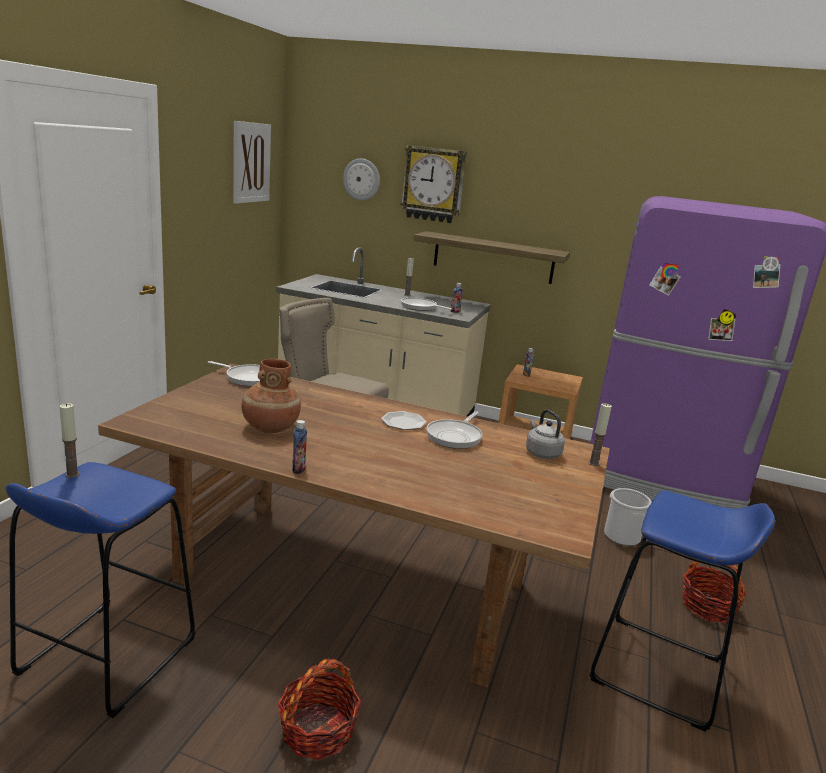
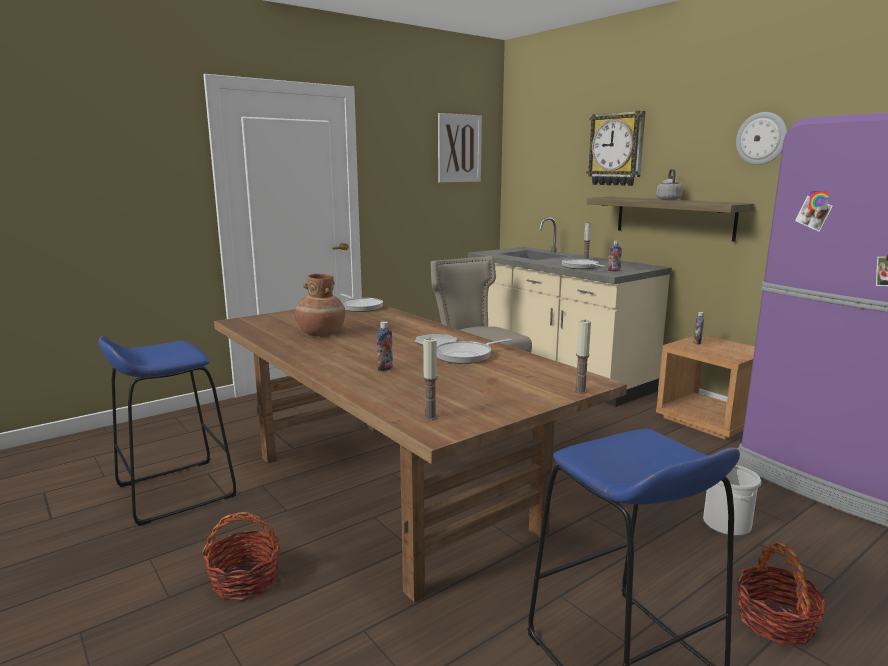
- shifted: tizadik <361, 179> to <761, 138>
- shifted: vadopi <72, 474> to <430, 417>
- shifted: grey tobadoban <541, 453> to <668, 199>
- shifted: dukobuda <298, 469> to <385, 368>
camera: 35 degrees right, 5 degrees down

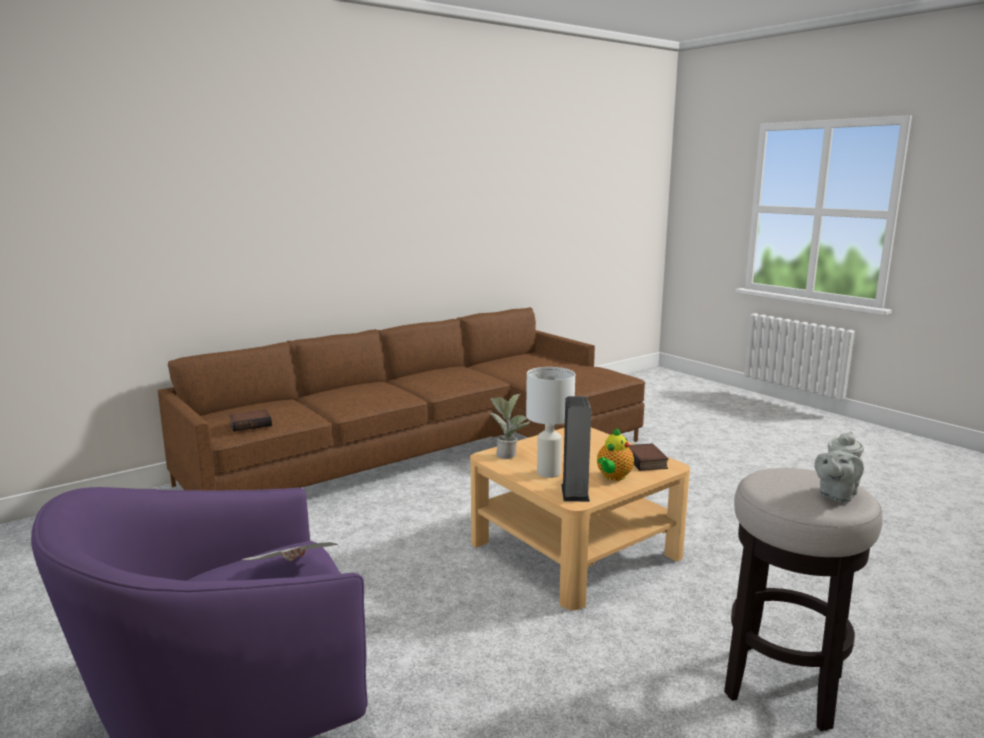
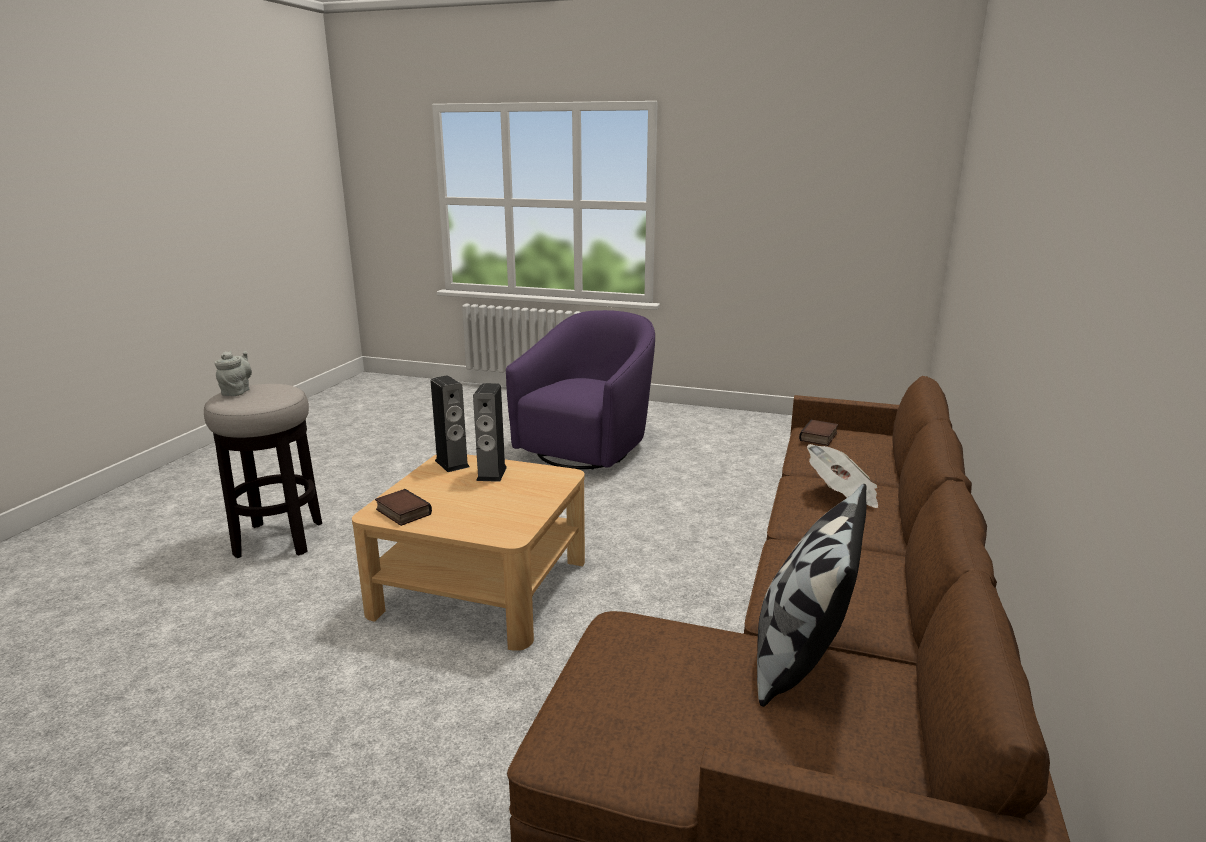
- swapped: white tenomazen <547, 473> to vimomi <491, 473>
- gone: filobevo <509, 454>
- gone: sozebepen <613, 477>
- shifted: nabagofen <292, 574> to <842, 494>
- new: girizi <800, 657>
camera: 145 degrees right, 5 degrees up

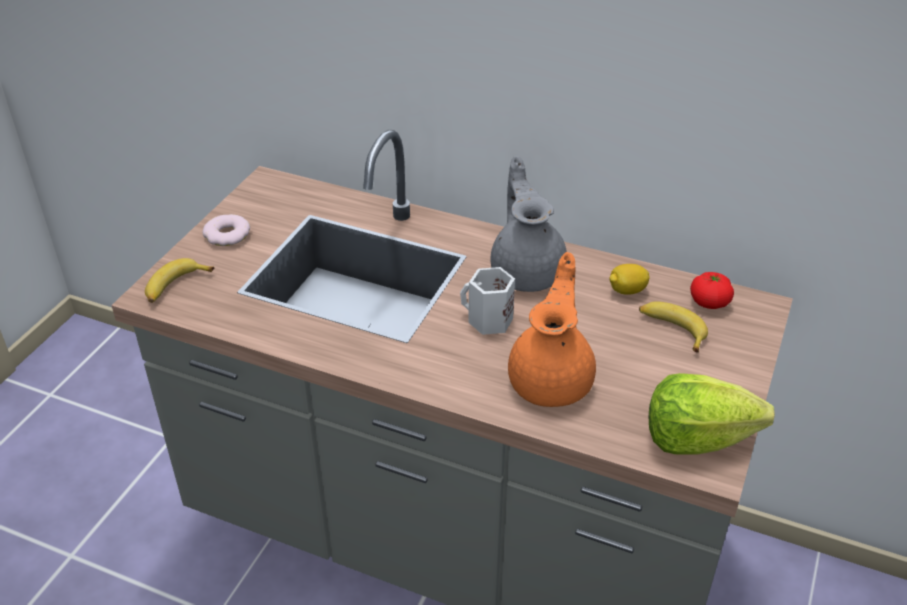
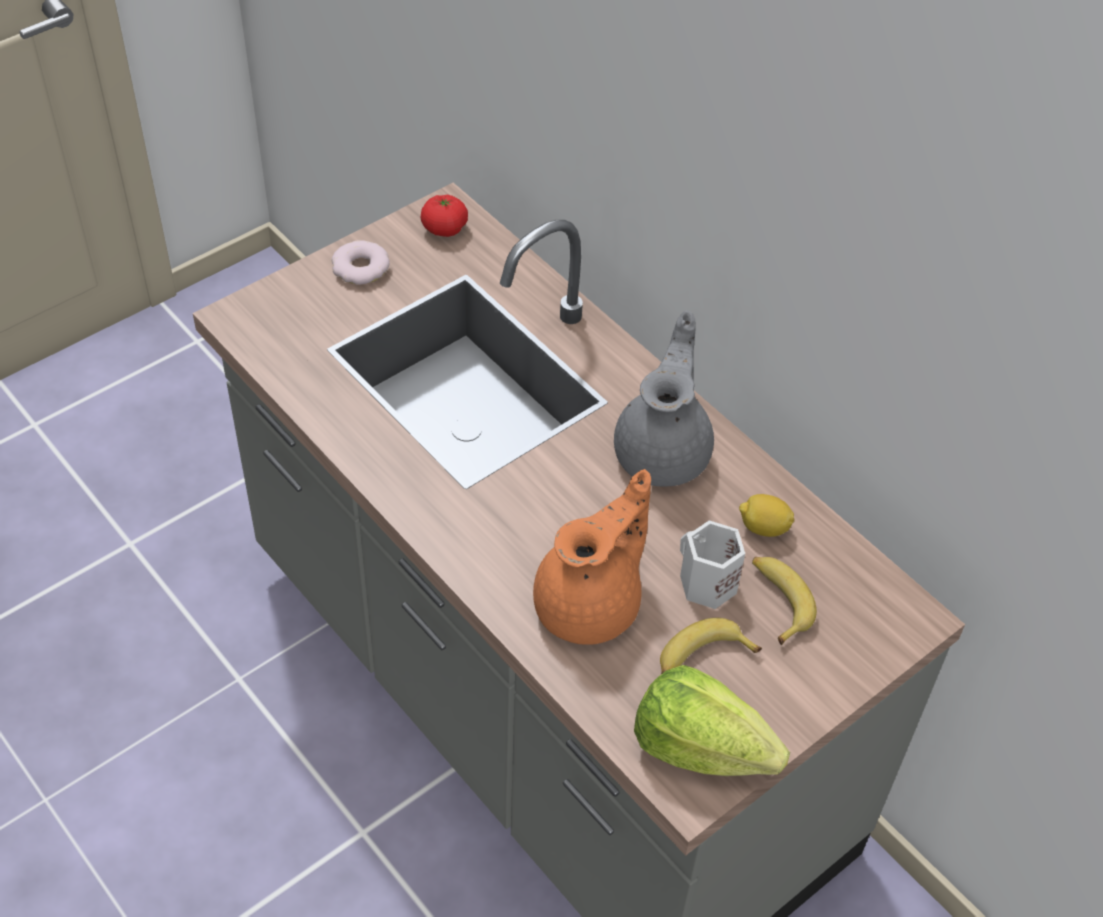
- shifted: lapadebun <175, 287> to <701, 657>
- shifted: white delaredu <488, 321> to <705, 584>
- shifted: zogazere <709, 302> to <444, 228>
camera: 25 degrees right, 10 degrees up

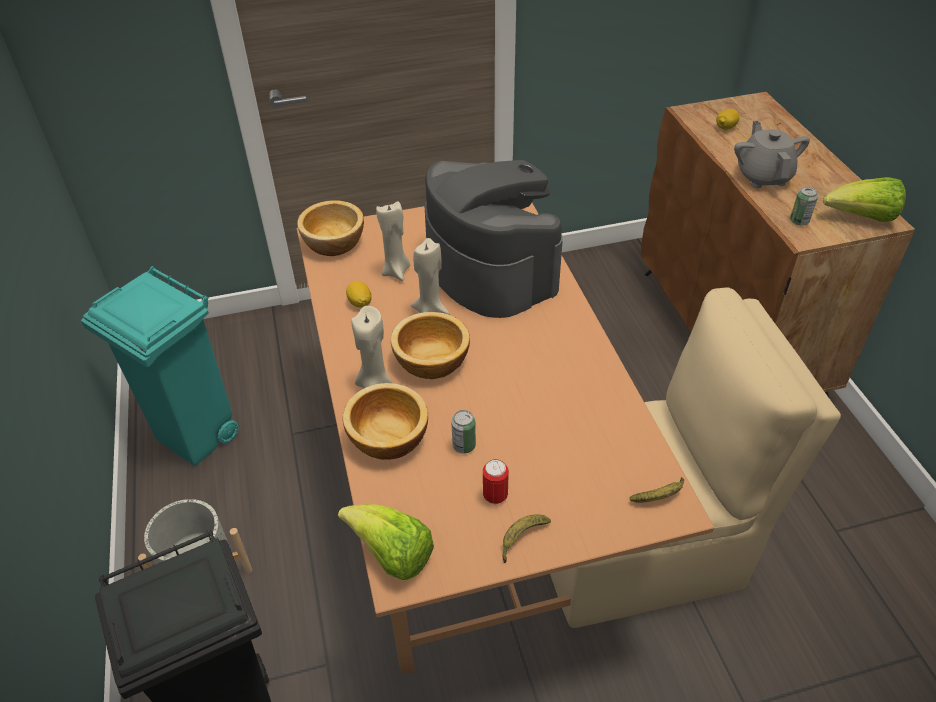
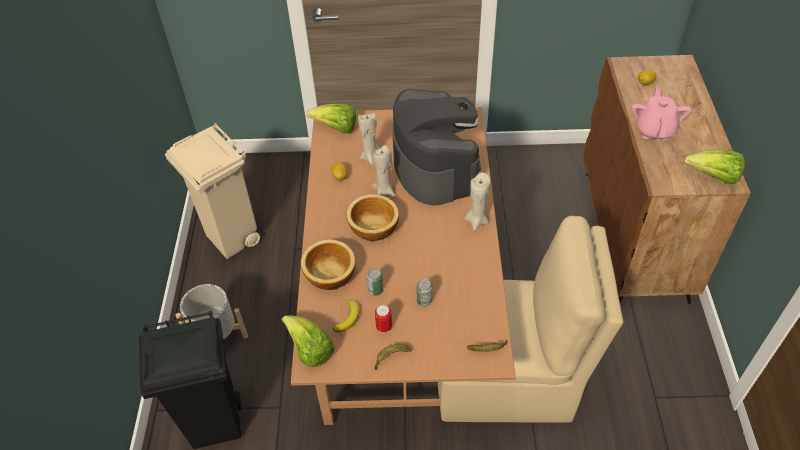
- repainted: grey sozebepen <763, 177> to pink sozebepen <654, 130>
- shifted: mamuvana <799, 221> to <424, 301>
- swapped: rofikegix <335, 243> to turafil <336, 128>
- repainted: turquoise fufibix <197, 437> to beige fufibix <232, 239>
- shifted: beige vadopi <374, 384> to <476, 221>
- new: lapadebun <348, 318>
camera: 15 degrees right, 5 degrees up

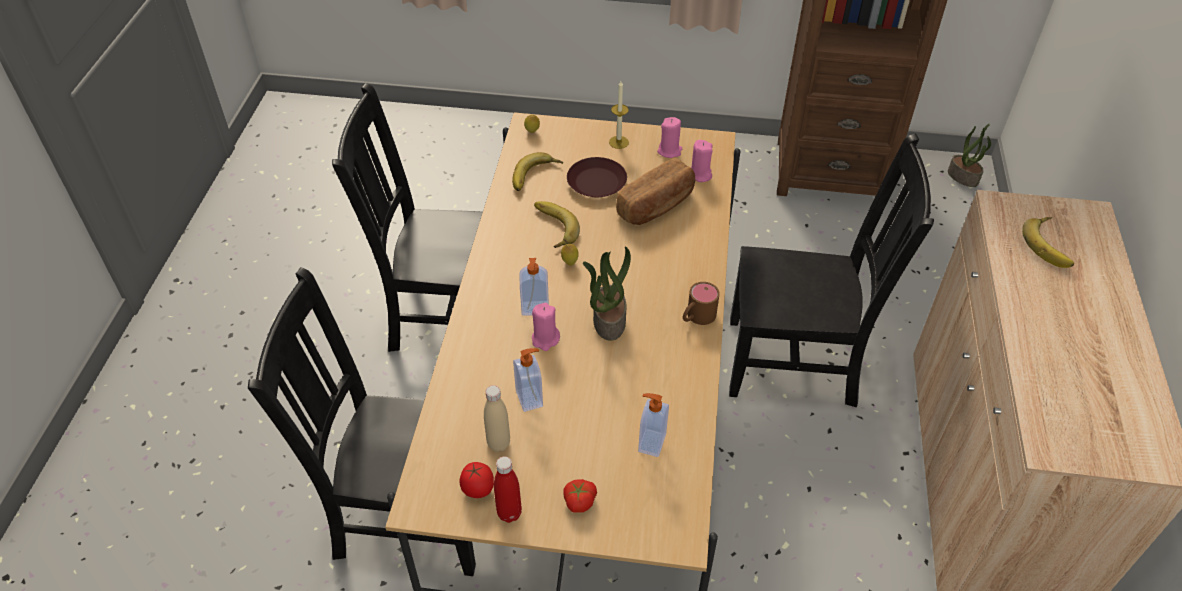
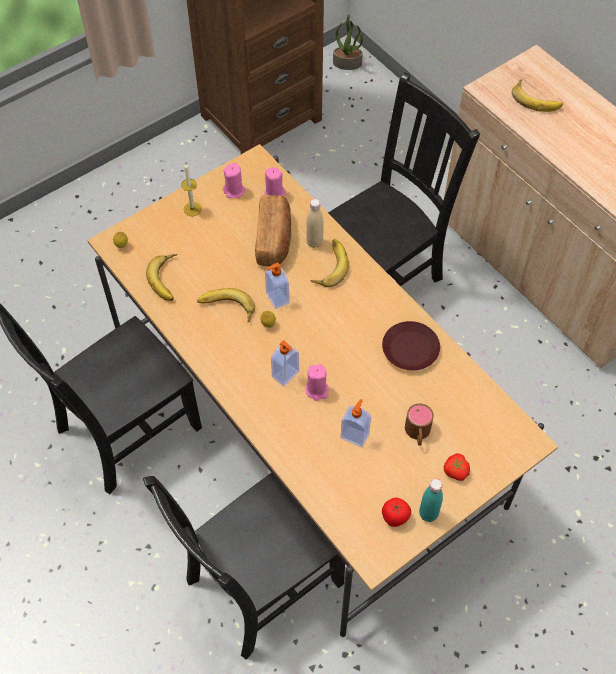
- shifted: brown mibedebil <596, 182> to <410, 349>
- gone: filobevo <608, 320>
- shifted: brown delaredu <696, 317> to <417, 433>
- shifted: beige dukobuda <498, 443> to <314, 242>
- shifted: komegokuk <651, 442> to <276, 299>
- repainted: red dukobuda <509, 513> to turquoise dukobuda <428, 514>
- new: lapadebun <328, 265>
camera: 45 degrees left, 10 degrees up

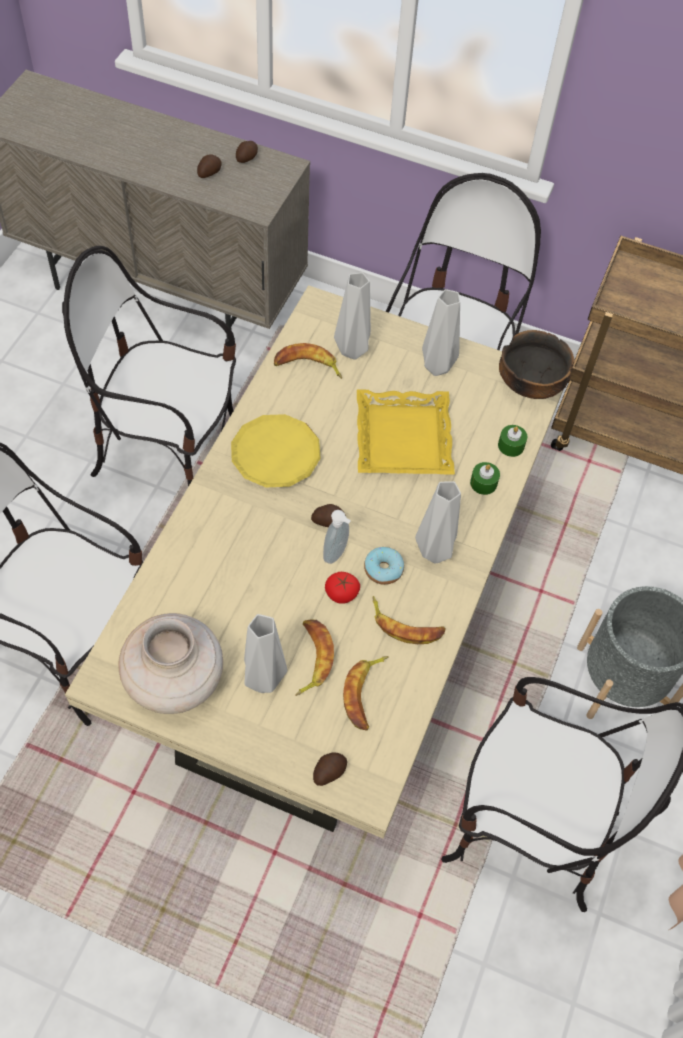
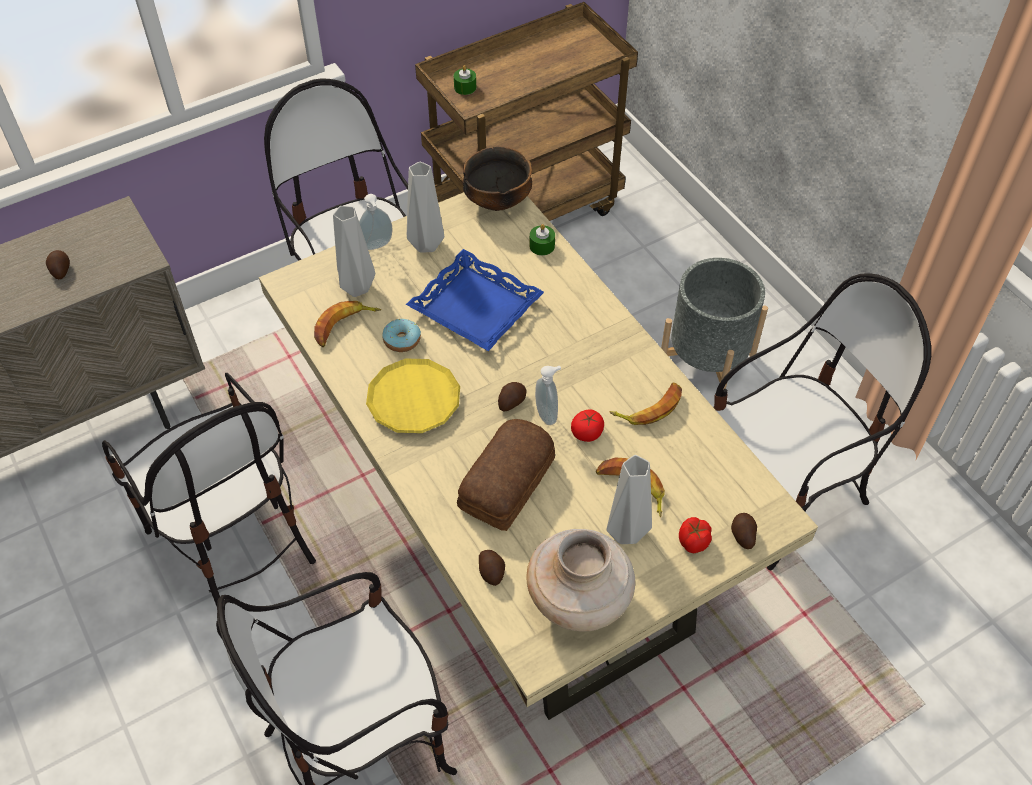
- shifted: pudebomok <247, 158> to <491, 571>
- rotated: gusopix <169, 454> = <232, 541> 90 degrees counterclockwise
- repainted: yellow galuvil <404, 439> to blue galuvil <476, 306>
- shifted: green vadopi <483, 483> to <465, 87>
- gone: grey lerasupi <435, 553>
- shifted: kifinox <383, 569> to <402, 340>
- gone: lapadebun <365, 694>
- new: komegokuk <377, 246>
- new: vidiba <509, 483>
- new: zogazere <693, 542>
camera: 50 degrees left, 5 degrees down

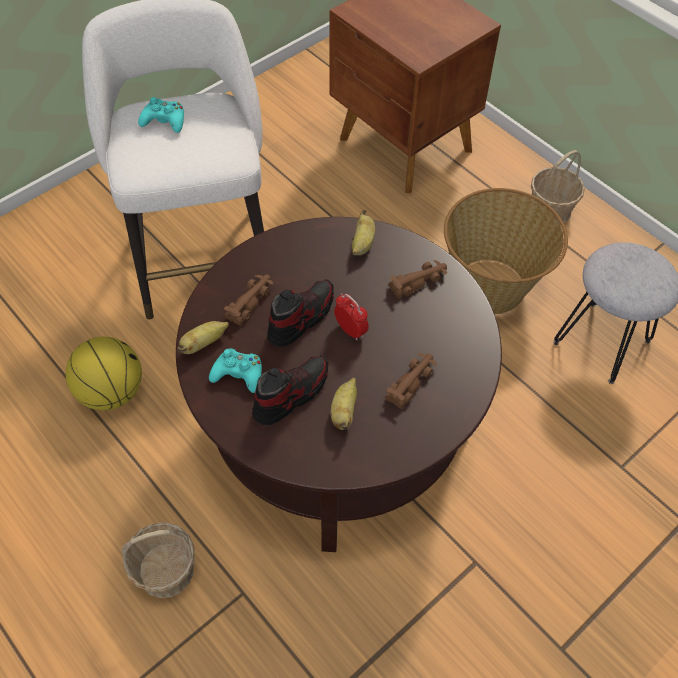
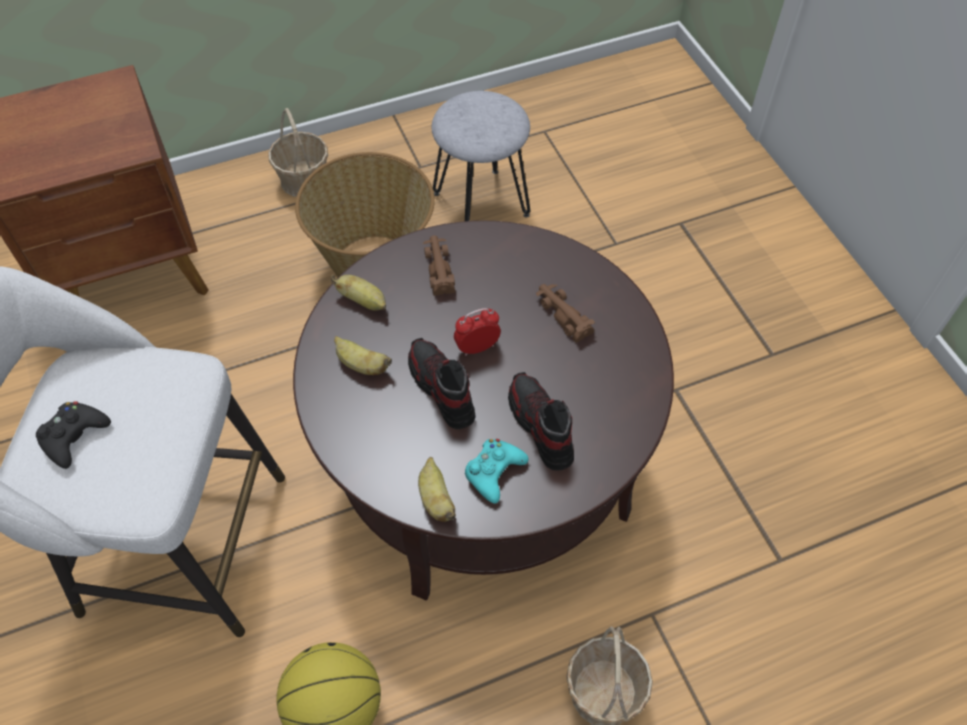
- repainted: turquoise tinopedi <164, 121> to black tinopedi <74, 436>
- gone: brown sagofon <250, 301>
- shifted: lapadebun <344, 411> to <361, 365>
camera: 70 degrees left, 0 degrees up

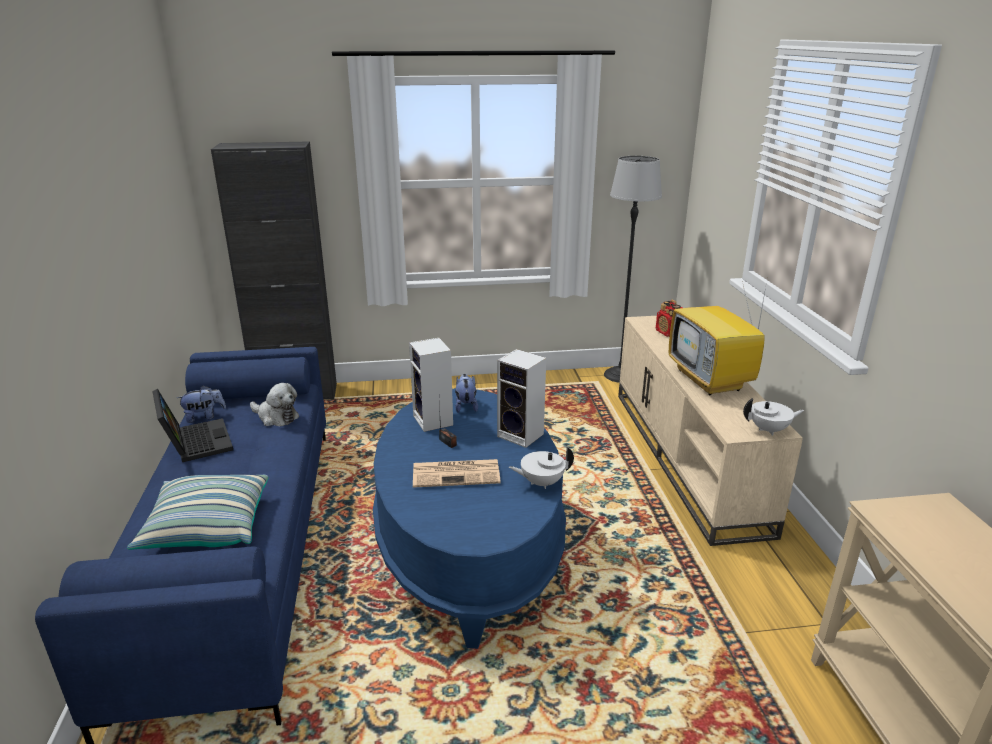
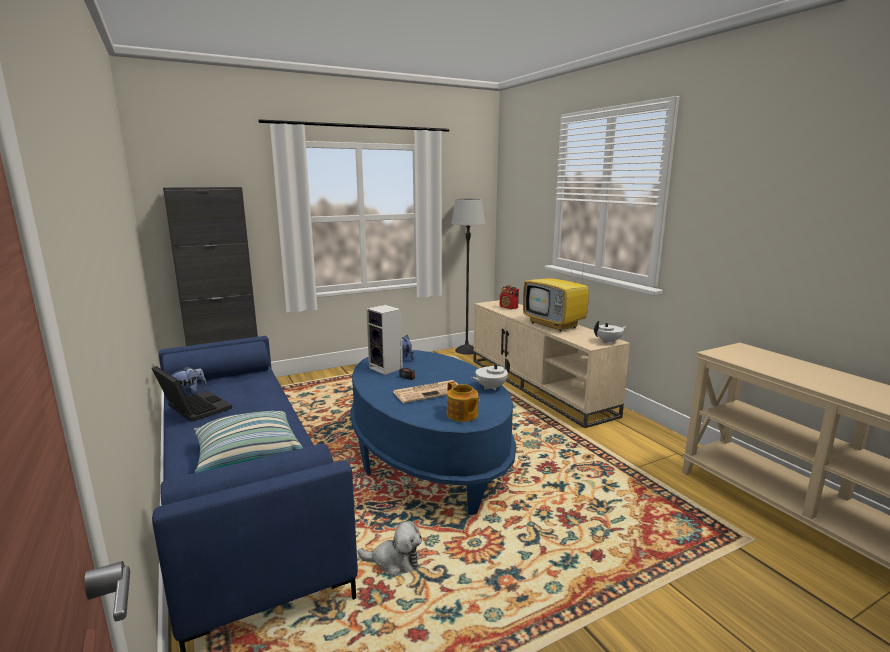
- gone: vimomi <522, 435>
- shifted: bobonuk <276, 417> to <394, 561>
- new: sozebepen <462, 415>
camera: 20 degrees left, 10 degrees down

